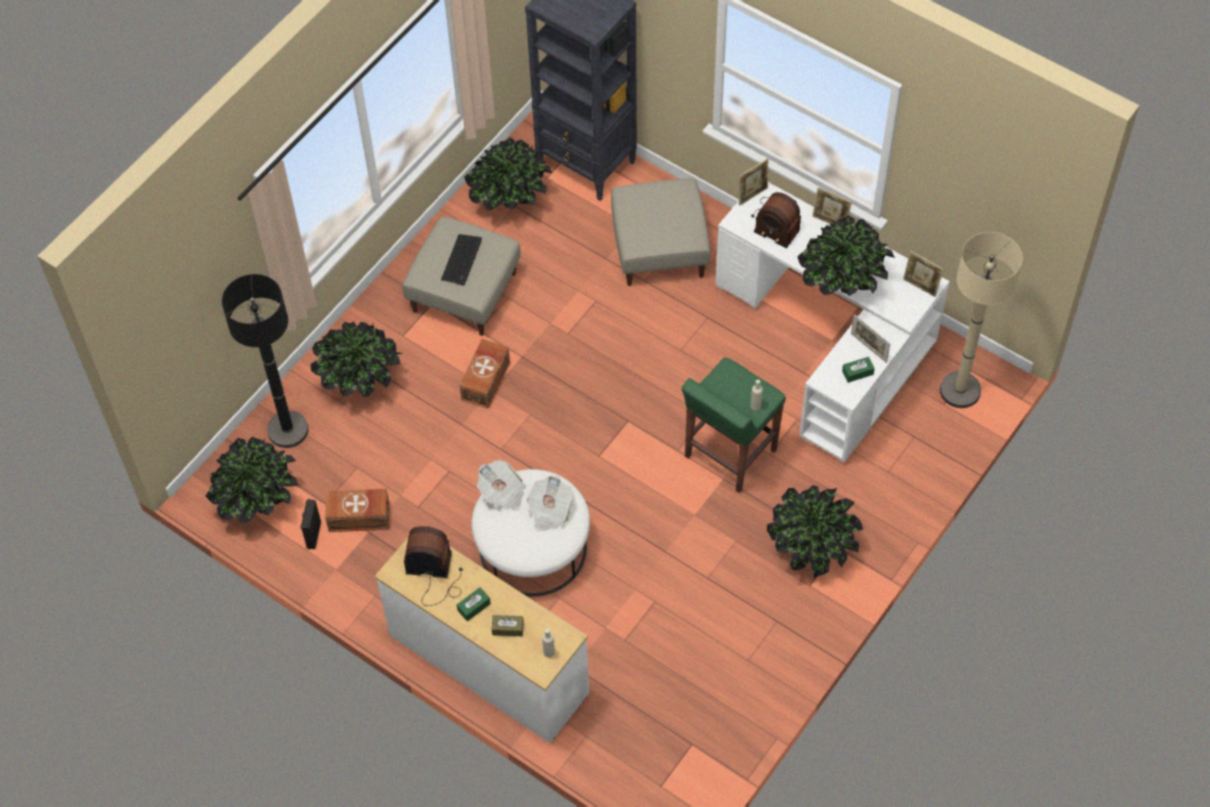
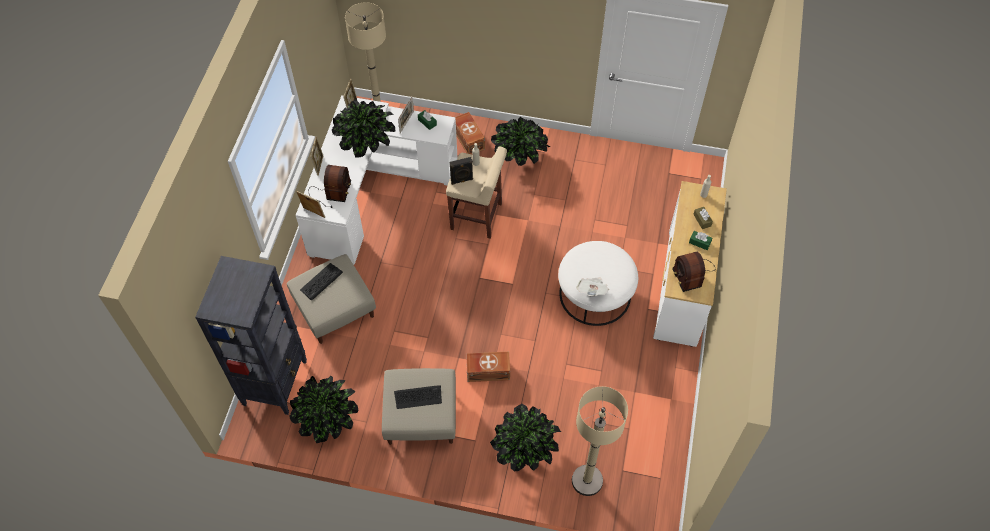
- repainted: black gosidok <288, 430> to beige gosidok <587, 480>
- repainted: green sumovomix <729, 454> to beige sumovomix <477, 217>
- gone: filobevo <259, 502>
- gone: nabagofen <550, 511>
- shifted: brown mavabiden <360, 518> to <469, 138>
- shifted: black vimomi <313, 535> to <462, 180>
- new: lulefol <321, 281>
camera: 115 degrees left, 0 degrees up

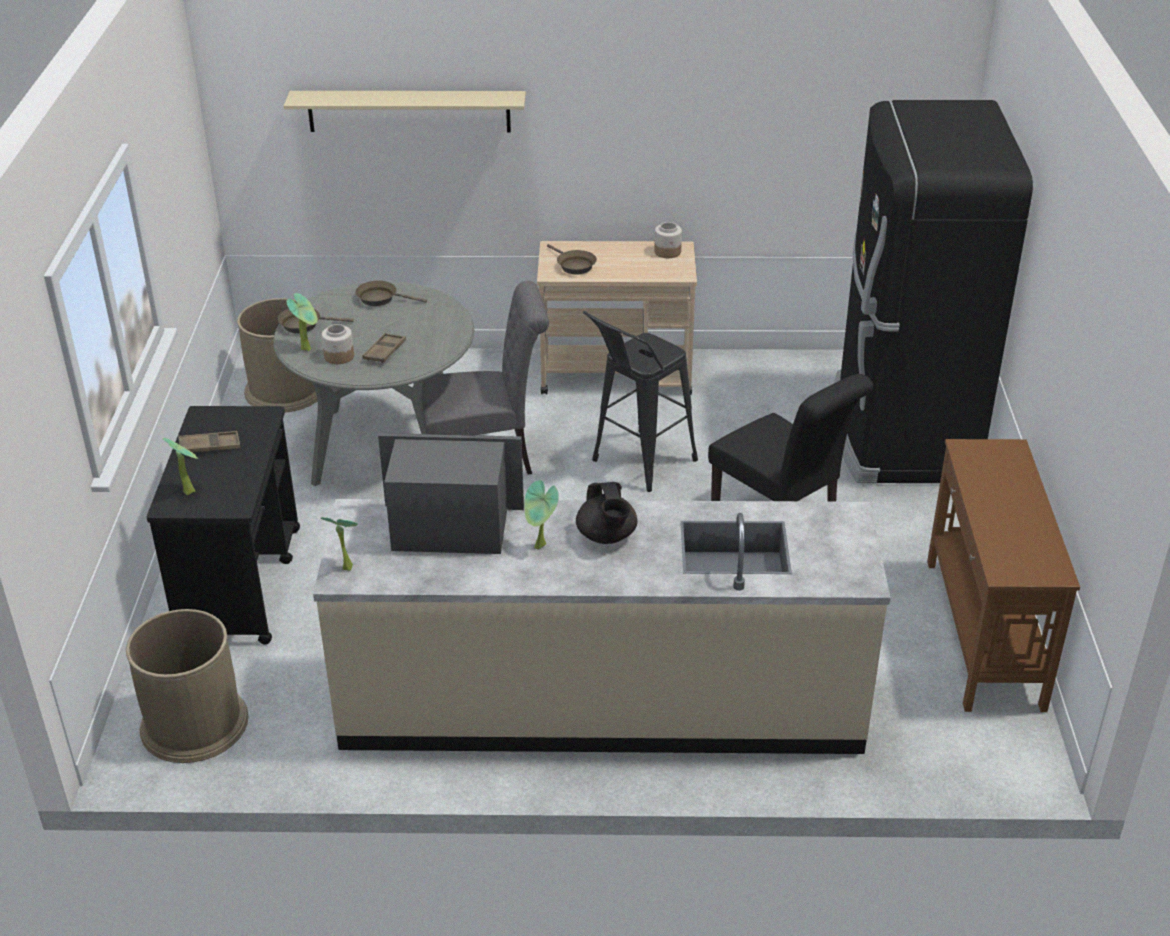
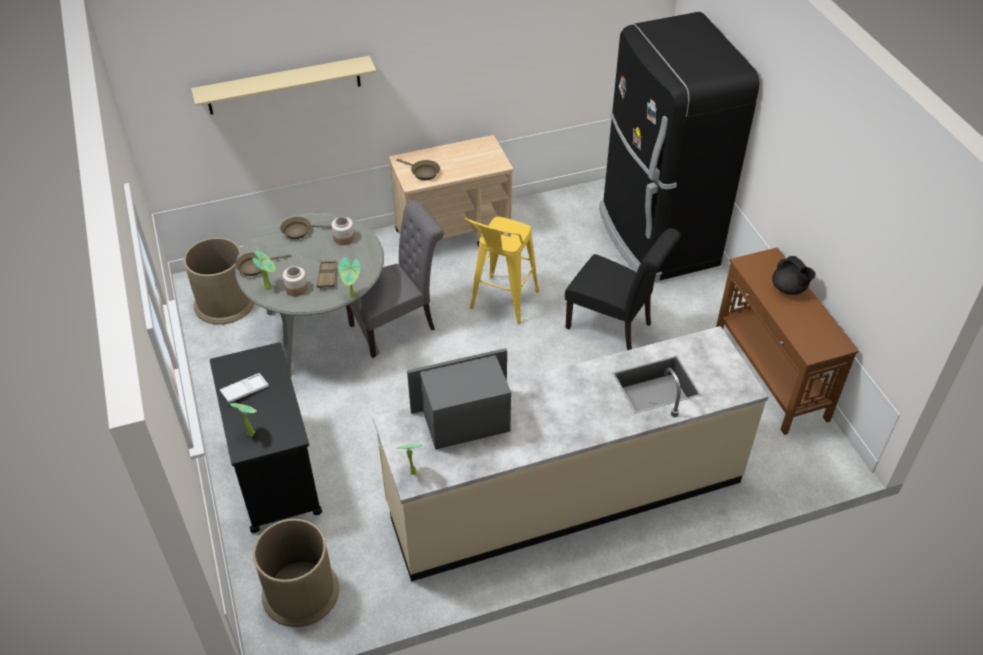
- shifted: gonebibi <668, 252> to <344, 238>
- repainted: black sumovomix <636, 465> to yellow sumovomix <501, 305>
- repainted: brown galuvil <210, 446> to white galuvil <245, 390>
- shifted: filobevo <541, 547> to <352, 295>
- shifted: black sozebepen <607, 536> to <789, 289>
camera: 20 degrees left, 10 degrees up

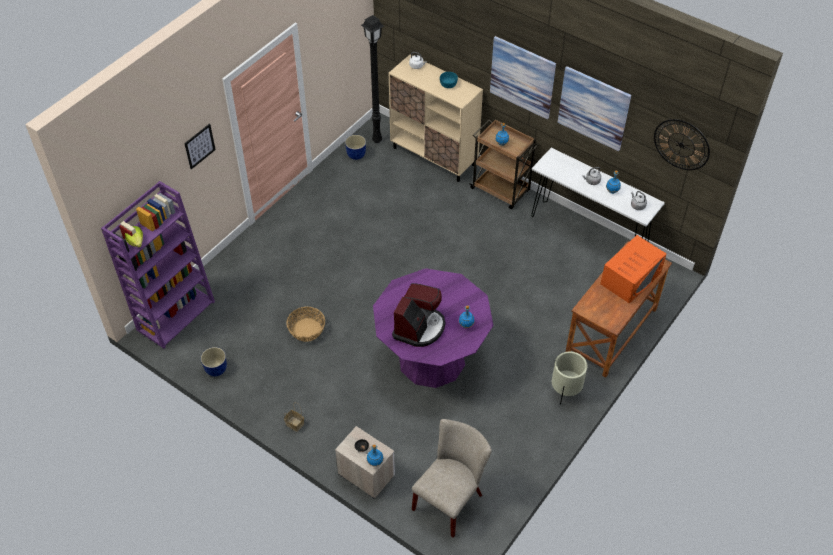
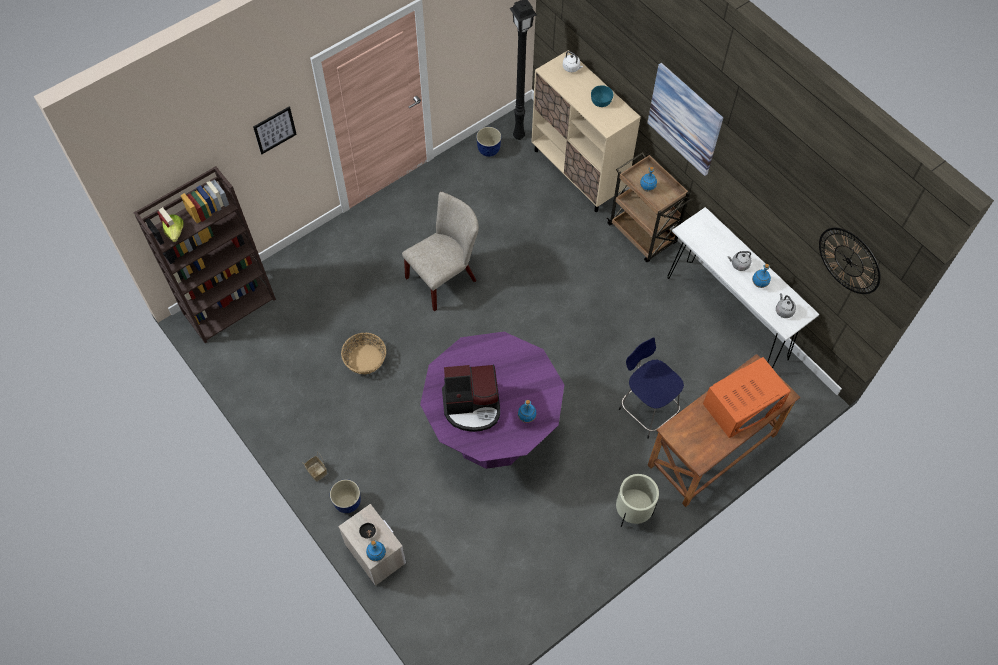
- gone: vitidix <593, 108>
- repainted: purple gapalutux <176, 315> to brown gapalutux <229, 305>
- rotated: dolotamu <419, 327> = <472, 406> 45 degrees clockwise
- shifted: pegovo <216, 370> to <347, 503>
- shifted: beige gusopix <451, 499> to <445, 277>
- new: blue sumovomix <647, 409>
camera: 15 degrees right, 10 degrees up

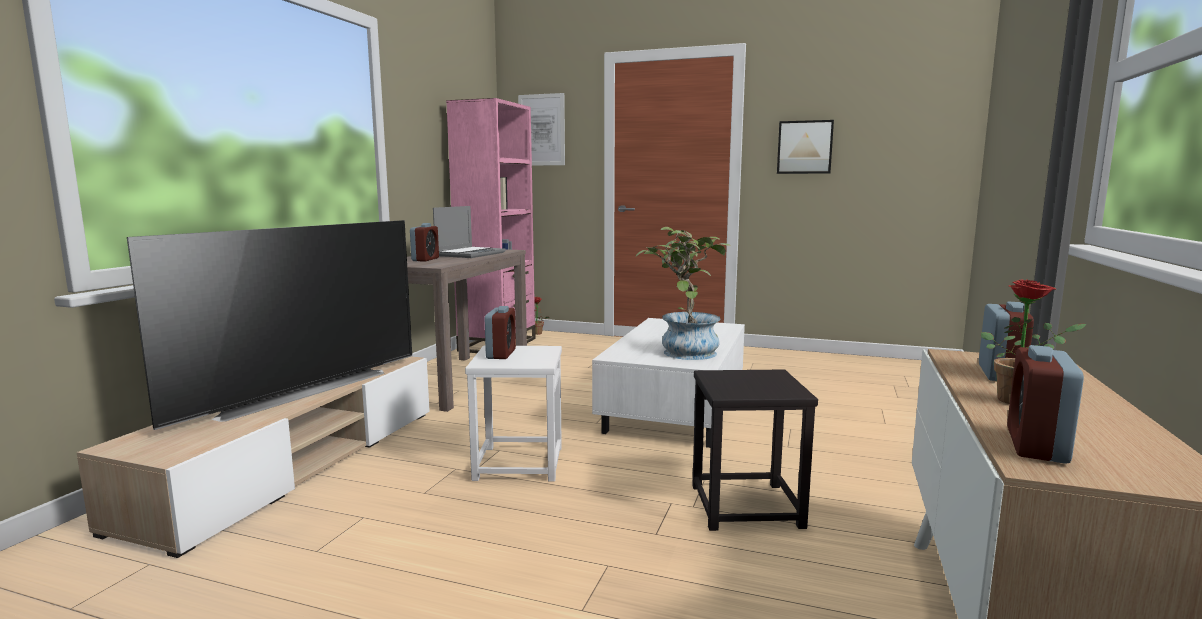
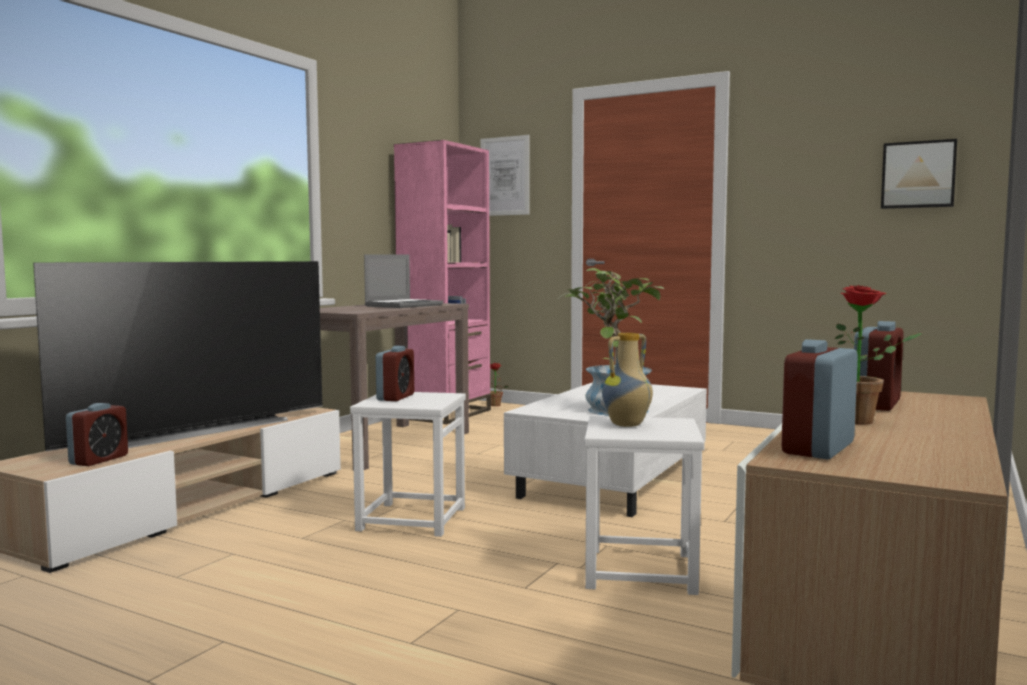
- shifted: vitidix <805, 147> to <918, 175>
- shifted: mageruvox <425, 259> to <99, 460>
- repainted: black sumovomix <746, 506> to white sumovomix <640, 571>
- new: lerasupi <627, 425>
camera: 10 degrees right, 5 degrees down

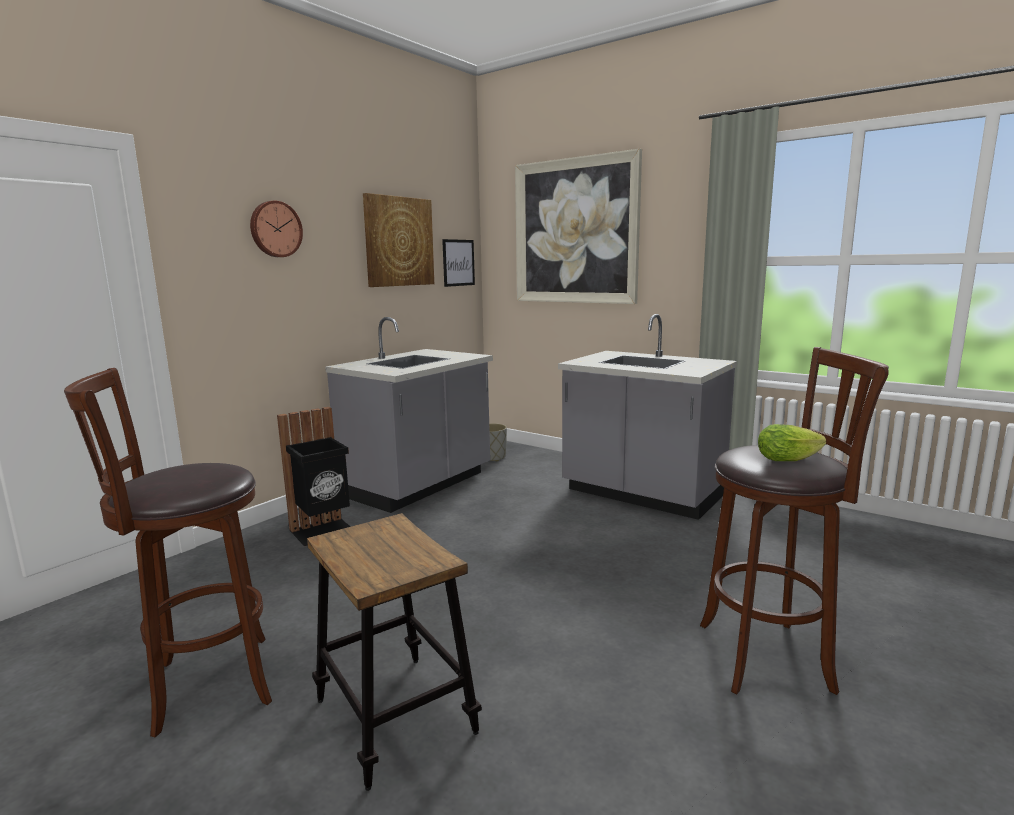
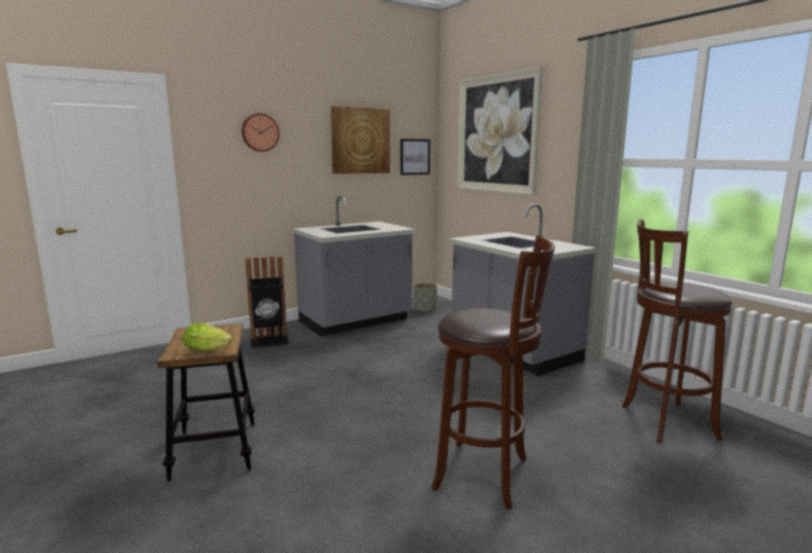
- shifted: brown sumovomix <205, 685> to <663, 422>
- shifted: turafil <791, 458> to <209, 349>
camera: 20 degrees right, 0 degrees up

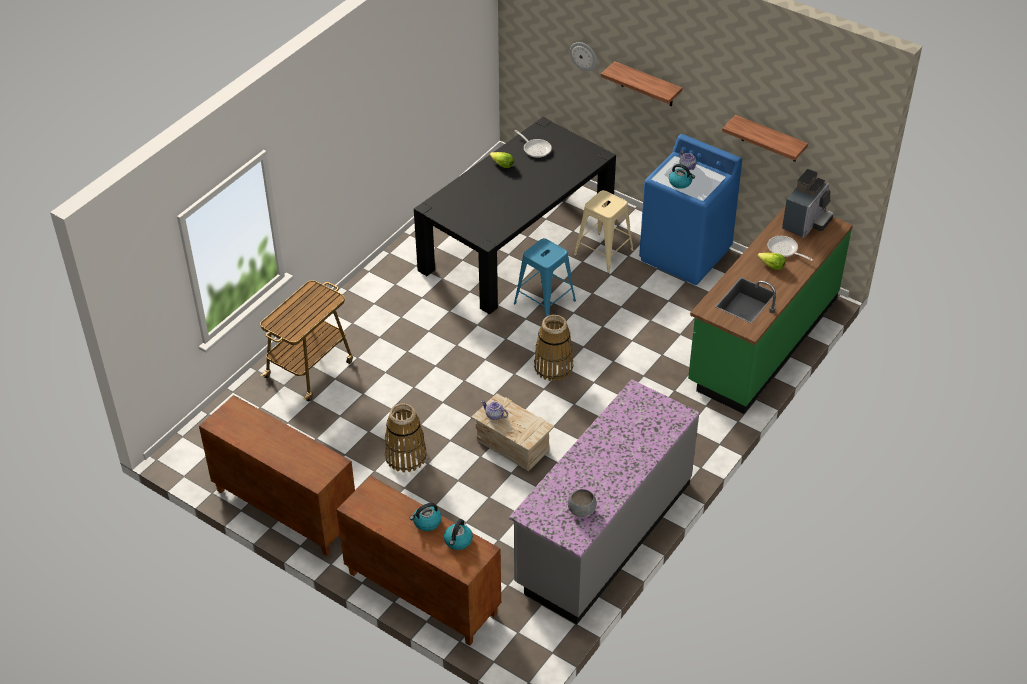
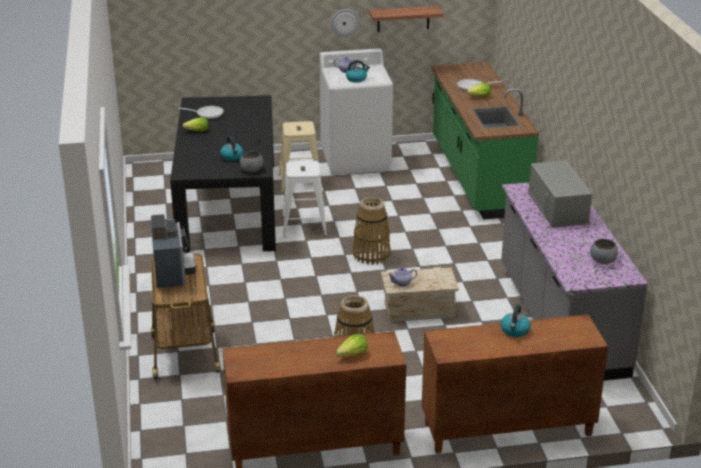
- shifted: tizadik <584, 55> to <345, 22>
- gone: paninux <647, 85>
- repainted: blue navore <685, 254> to white navore <356, 159>
- shifted: dolotamu <806, 222> to <173, 273>
- repainted: blue sumovomix <544, 302> to white sumovomix <304, 225>
- shifted: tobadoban <458, 541> to <232, 157>
- new: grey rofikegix <251, 169>
- new: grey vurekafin <558, 208>
- new: turafil <353, 355>
camera: 45 degrees left, 15 degrees down

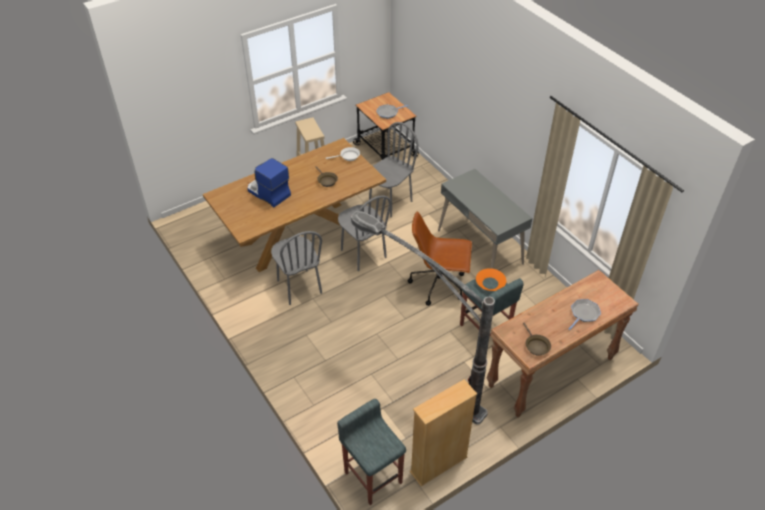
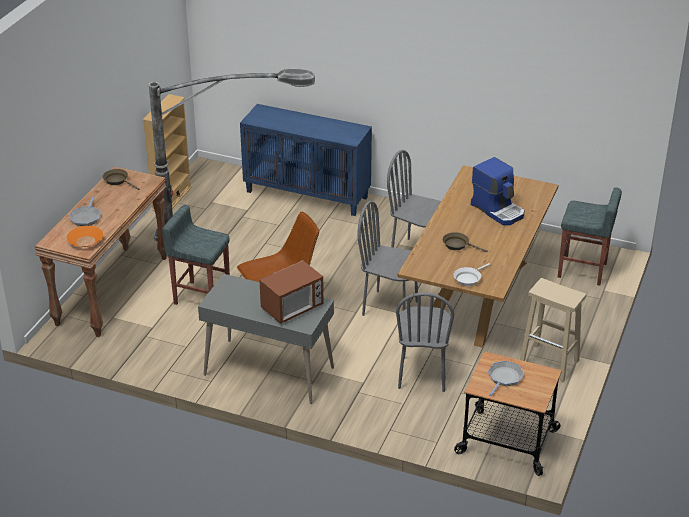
- rotated: dolotamu <268, 193> = <498, 210> 45 degrees clockwise
- shifted: orange rofikegix <490, 283> to <85, 241>
- shifted: grey sumovomix <372, 476> to <583, 270>
- new: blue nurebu <308, 194>
- new: vurekafin <292, 308>
camera: 145 degrees right, 10 degrees down

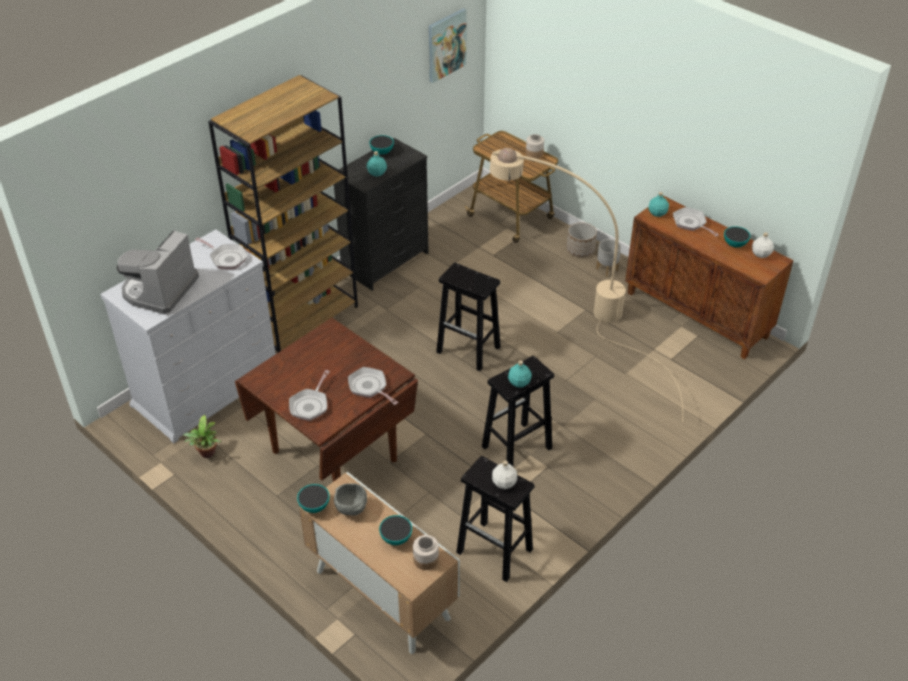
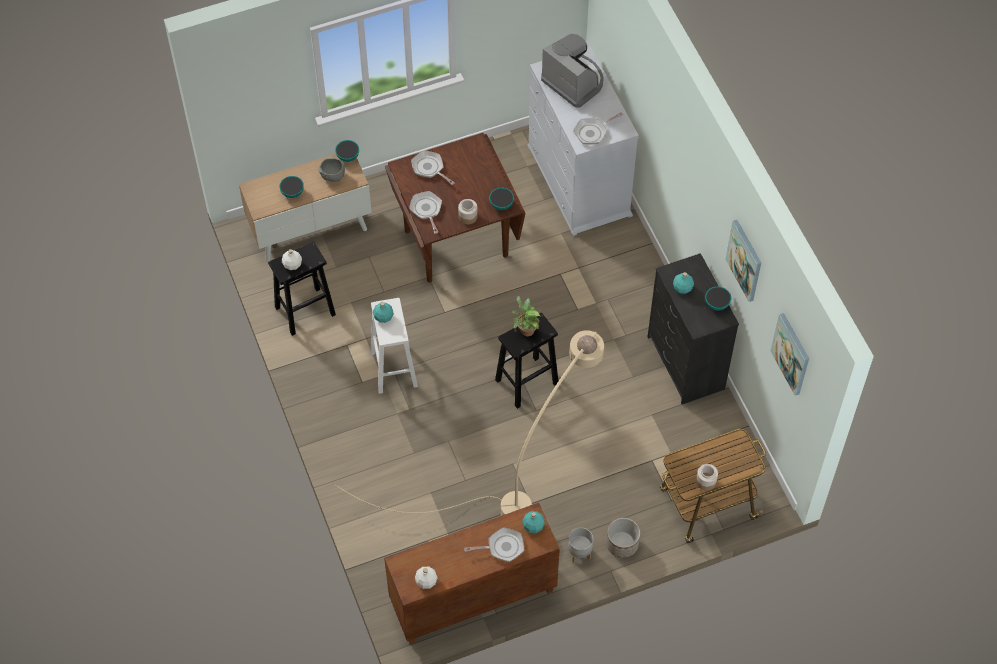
- gone: brown gapalutux <302, 319>
- shifted: rofikegix <735, 244> to <501, 204>
- repainted: black sumovomix <516, 448> to white sumovomix <393, 368>
- rotated: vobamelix <369, 387> = <426, 210> 90 degrees counterclockwise
- shifted: filobevo <207, 454> to <525, 329>
- shifted: gonebibi <426, 559> to <467, 216>
- new: vitidix <745, 260>
camera: 115 degrees right, 15 degrees up

